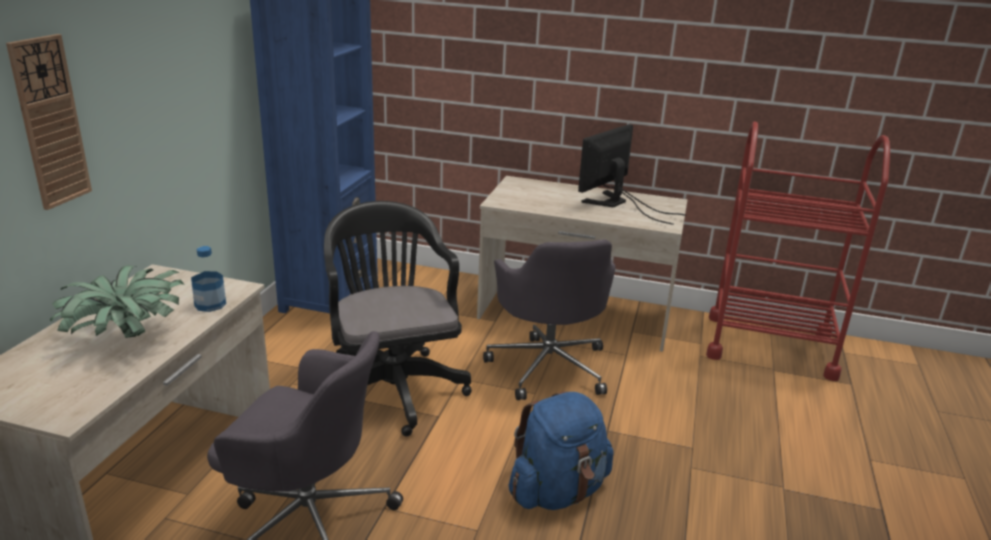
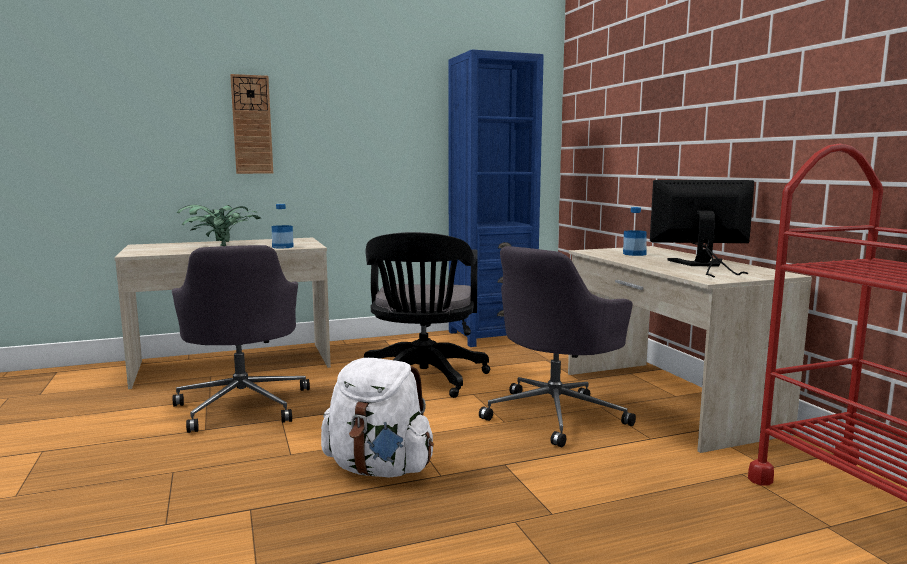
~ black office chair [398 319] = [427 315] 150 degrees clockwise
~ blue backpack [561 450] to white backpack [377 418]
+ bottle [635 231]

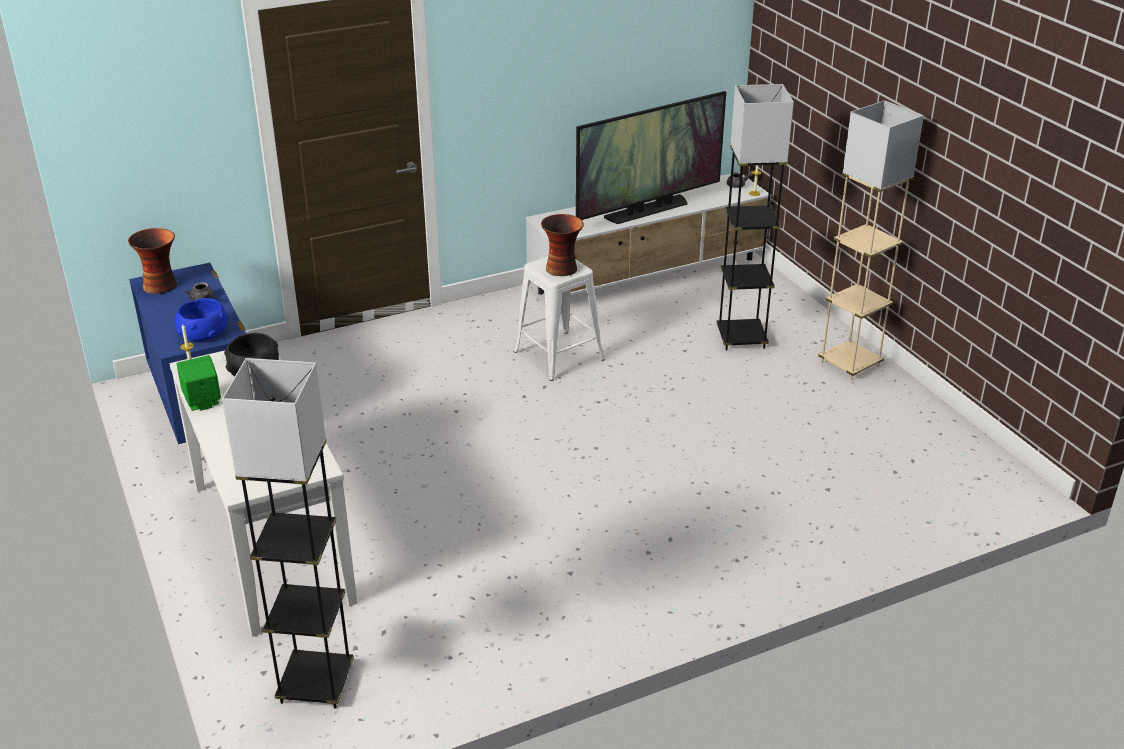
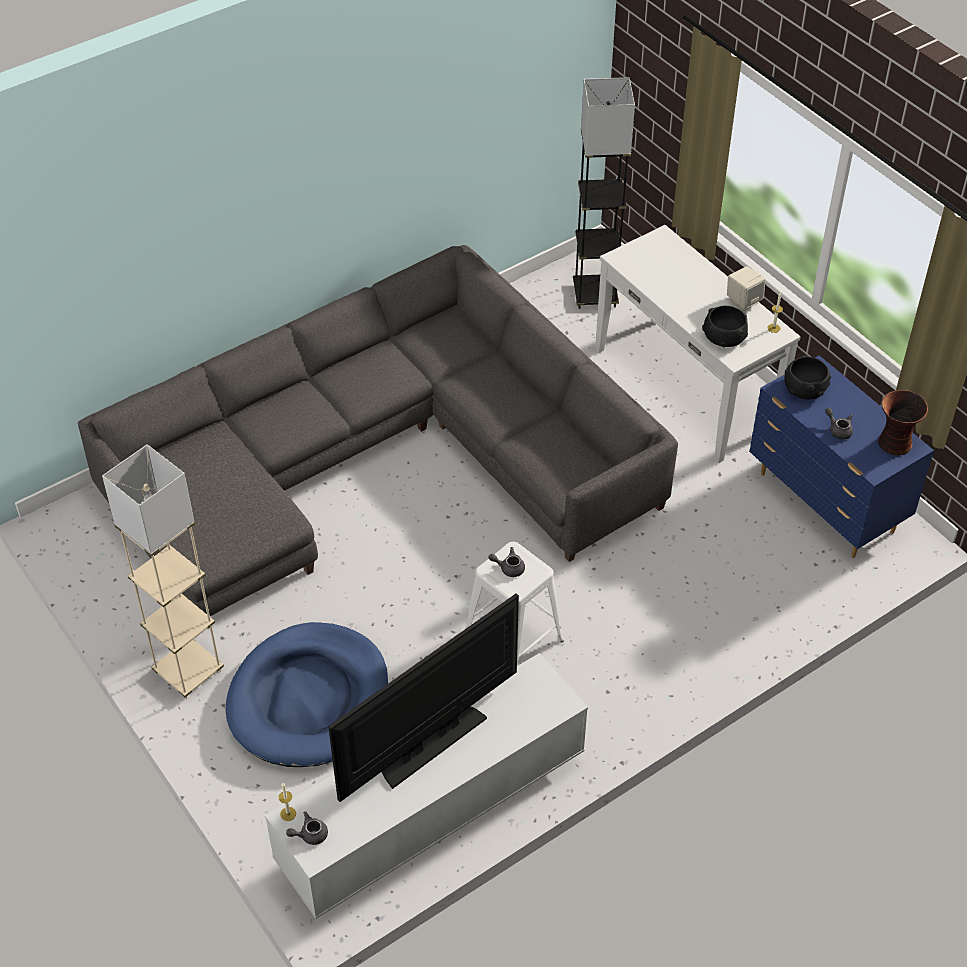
~ blue bowl [202 319] to black bowl [807 378]
~ green speaker [199 383] to beige speaker [746 289]
~ vase [562 245] to grey teapot [506 562]
~ grey floor lamp [755 217] to blue dog bed [307 694]
+ grey sofa [378 437]

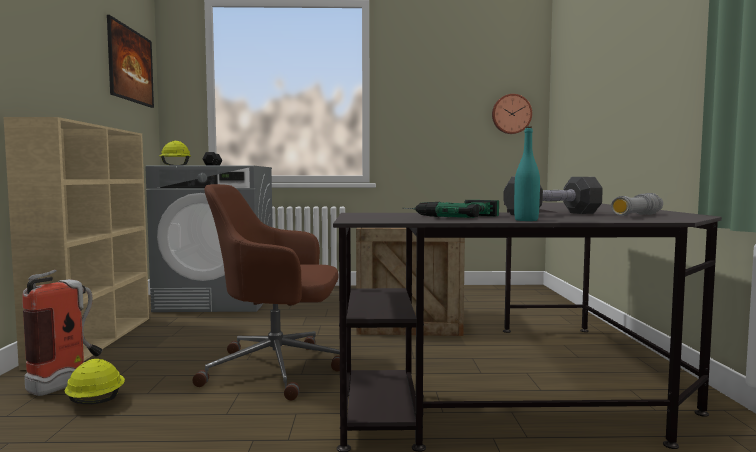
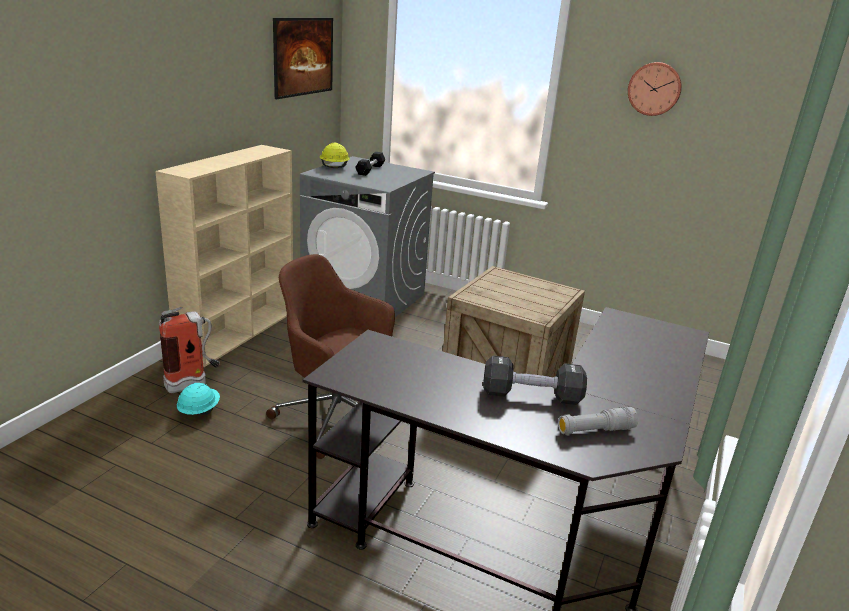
~ yellow hard hat [95 381] to turquoise hard hat [198 399]
- power drill [450 209]
~ wall clock [512 114] to [655 89]
- turquoise bottle [527 173]

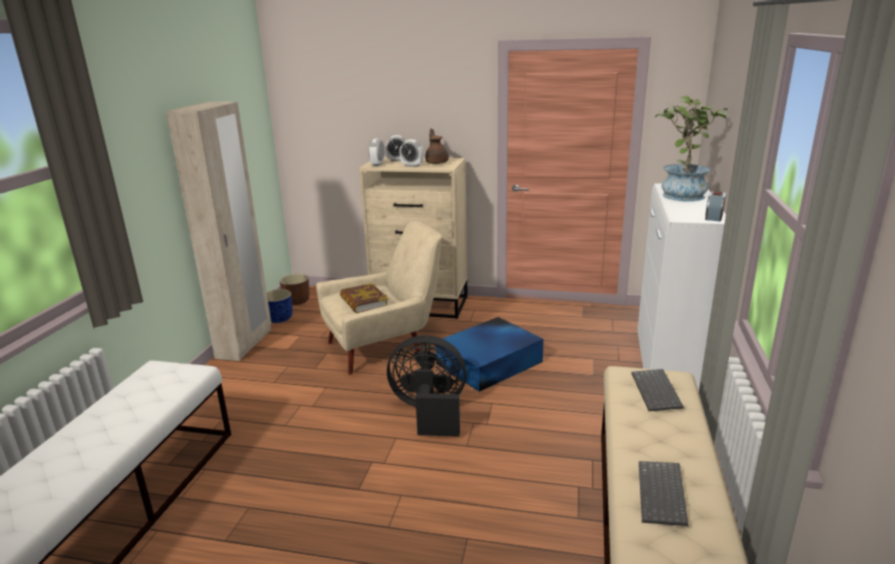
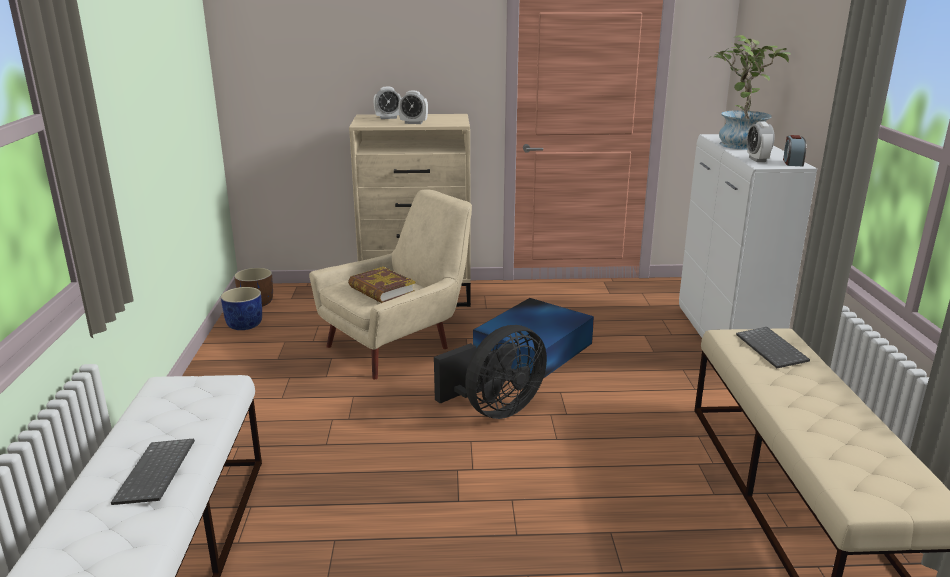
- beige wardrobe [218 231]
~ alarm clock [376 152] to [760 142]
~ black fan [426 386] = [490 372] 150 degrees clockwise
- brown teapot [437 146]
~ keyboard [663 493] to [153 472]

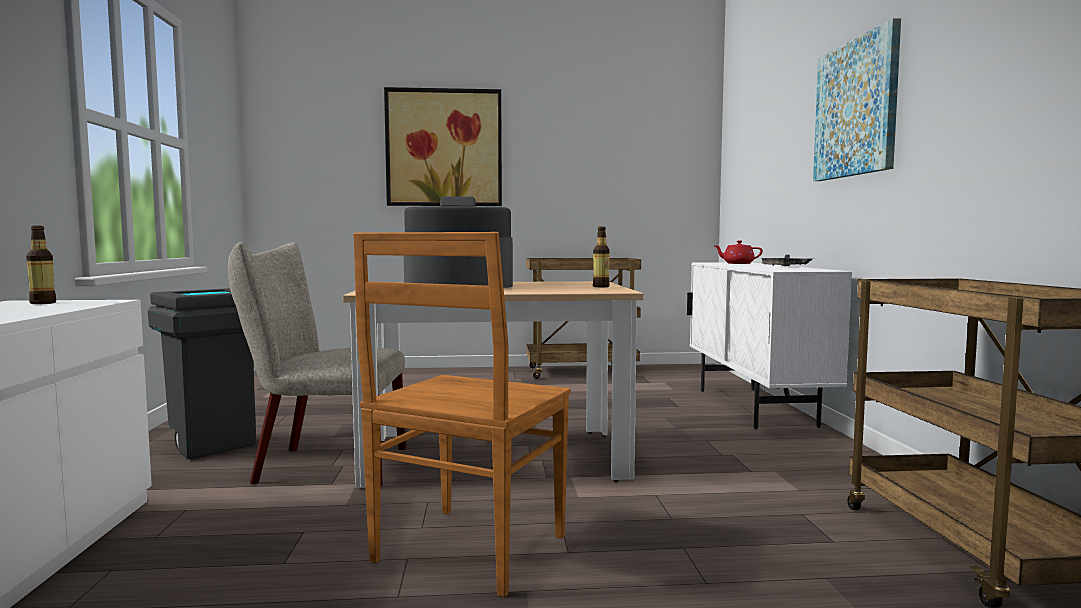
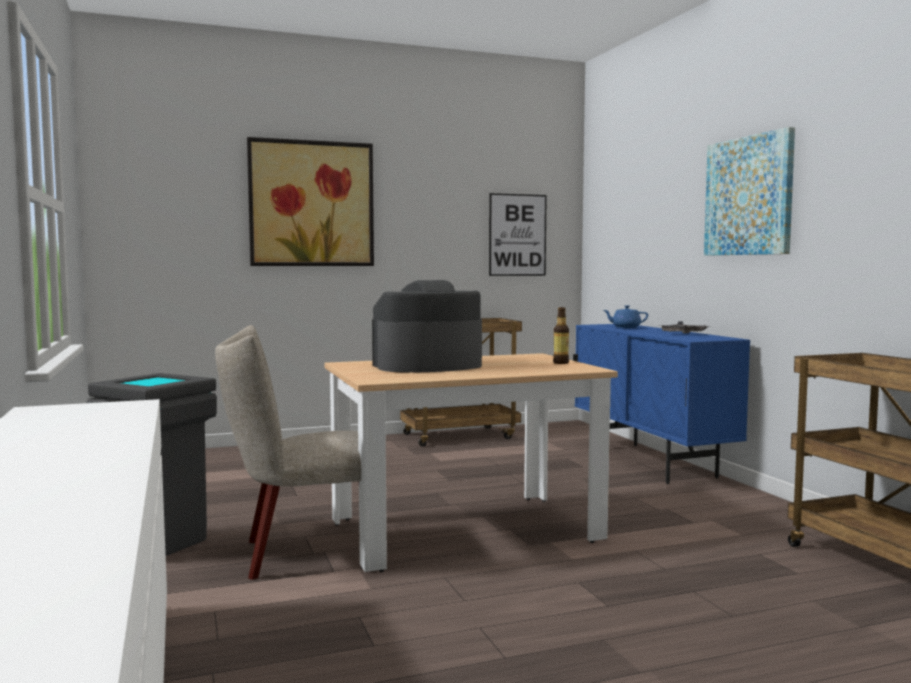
- bottle [41 265]
- brown chair [462 414]
~ white cabinet [769 345] to blue cabinet [661 404]
~ red teapot [738 252] to blue teapot [625 316]
+ picture [518 234]

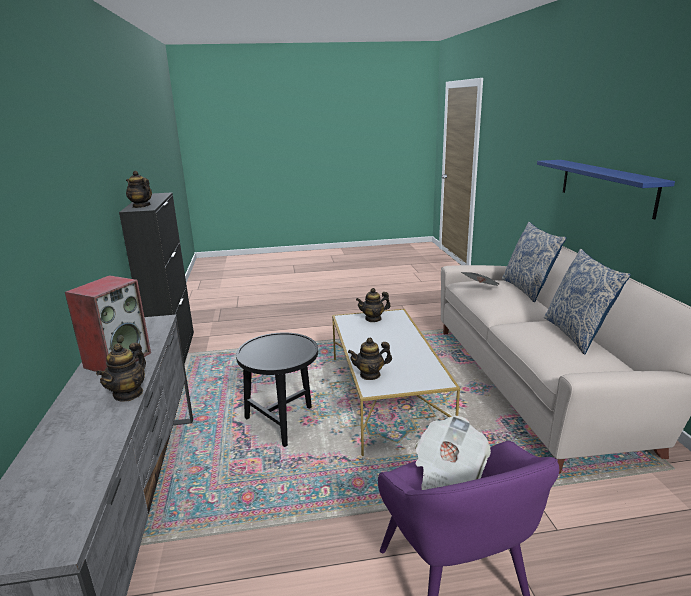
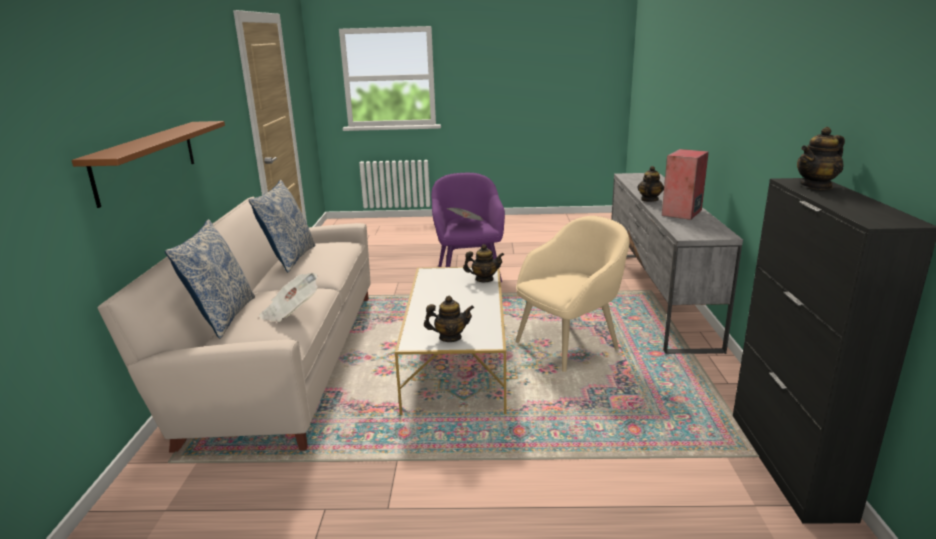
~ teapot [139 189] = [821 158] 105 degrees clockwise
~ black side table [277 390] to beige armchair [572 294]
~ blue shelf [606 189] to brown shelf [148 164]

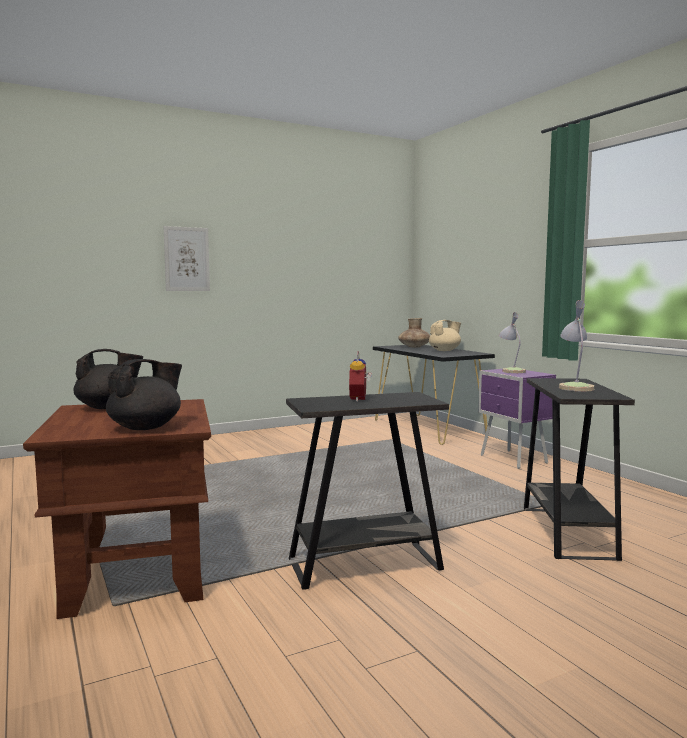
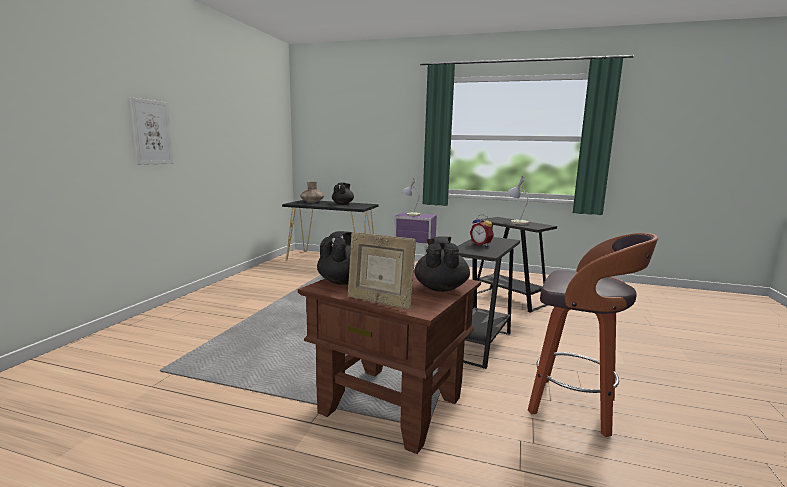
~ beige teapot [445 335] to black teapot [343 193]
+ picture frame [382 270]
+ stool [593 335]

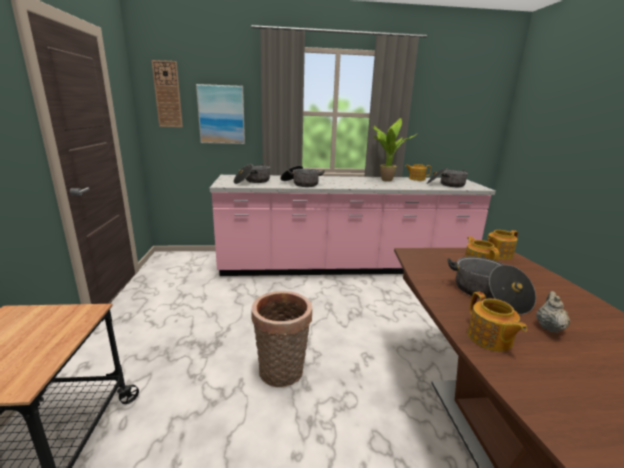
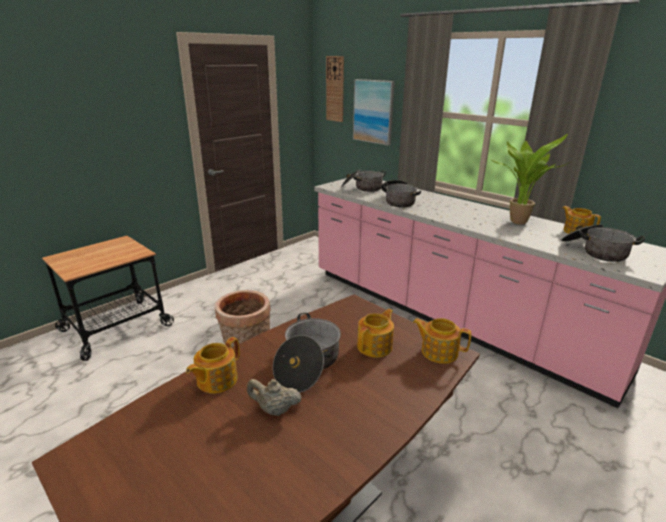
~ beige teapot [553 312] = [274 397] 150 degrees counterclockwise

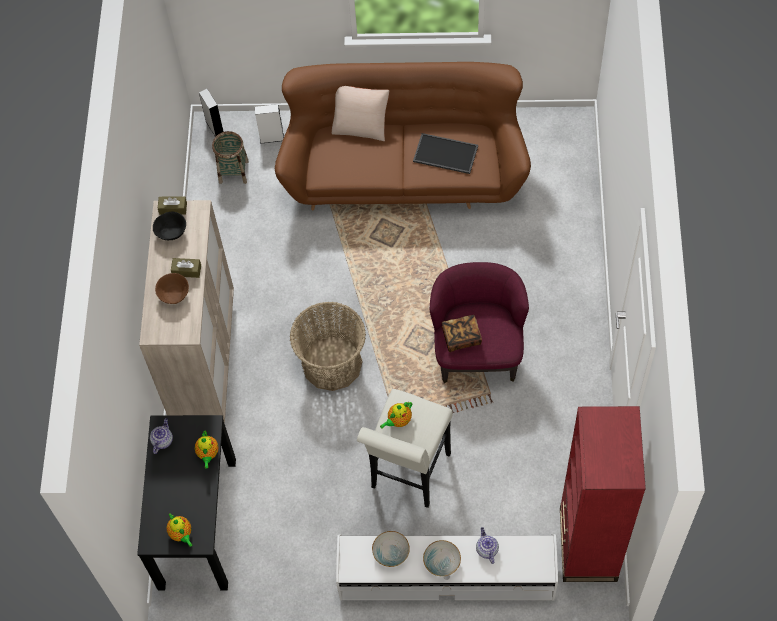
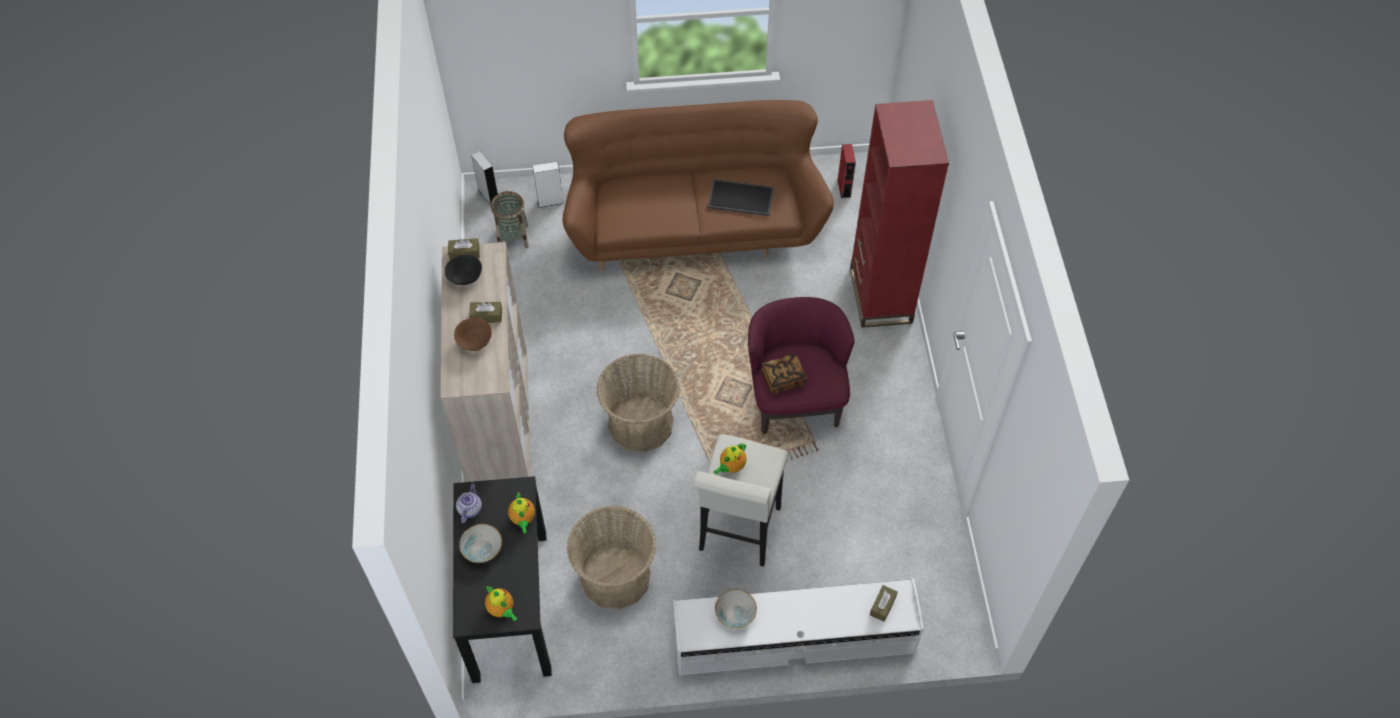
- beige pillow [360 113]
~ bowl [442 558] to [480 543]
- teapot [487 545]
~ red bookcase [603 494] to [899 214]
+ basket [611 558]
+ red speaker [846 171]
+ brown tissue box [884 603]

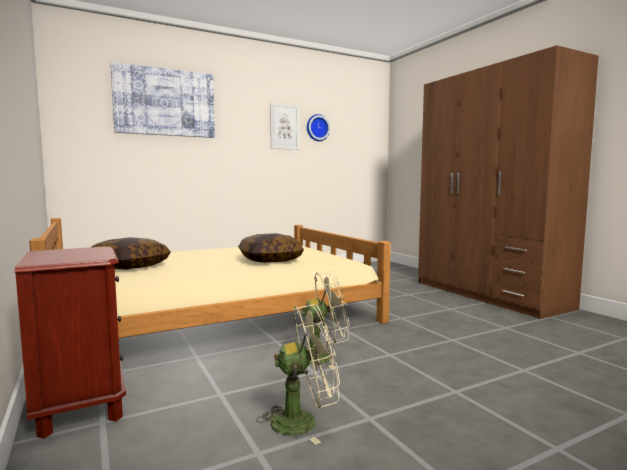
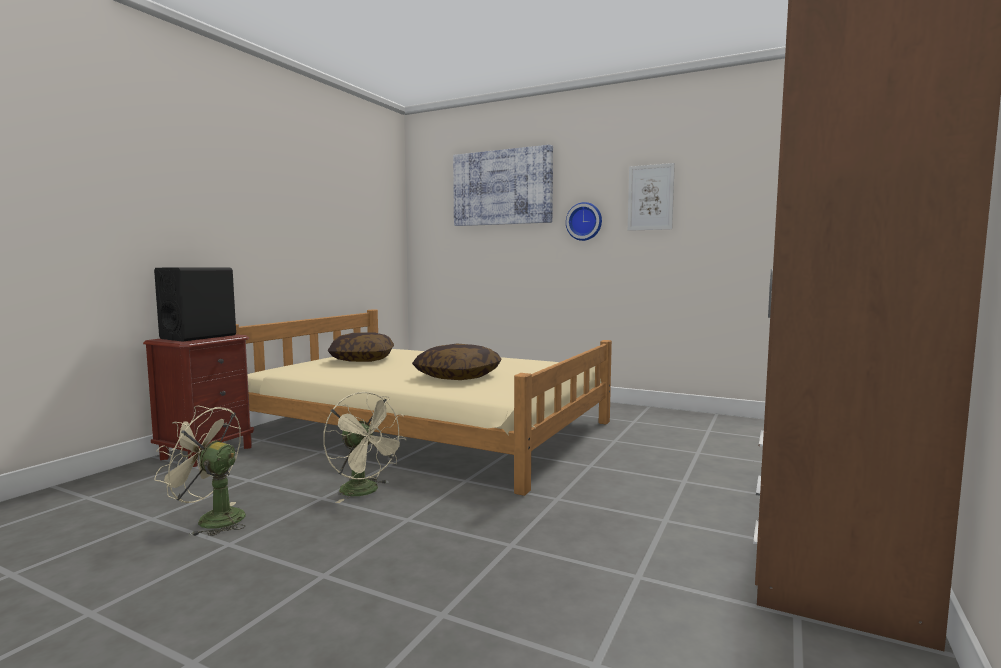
~ beige fan [298 374] = [200 471] 150 degrees clockwise
~ wall clock [318 127] to [584 221]
+ black speaker [195 304]

